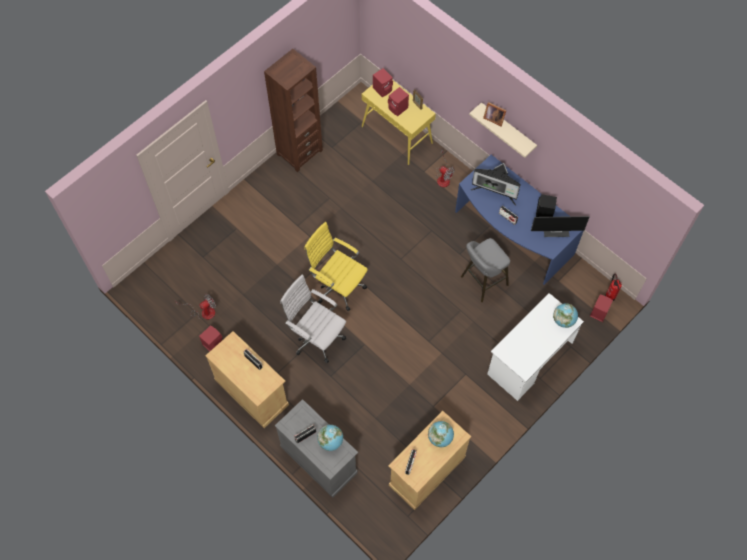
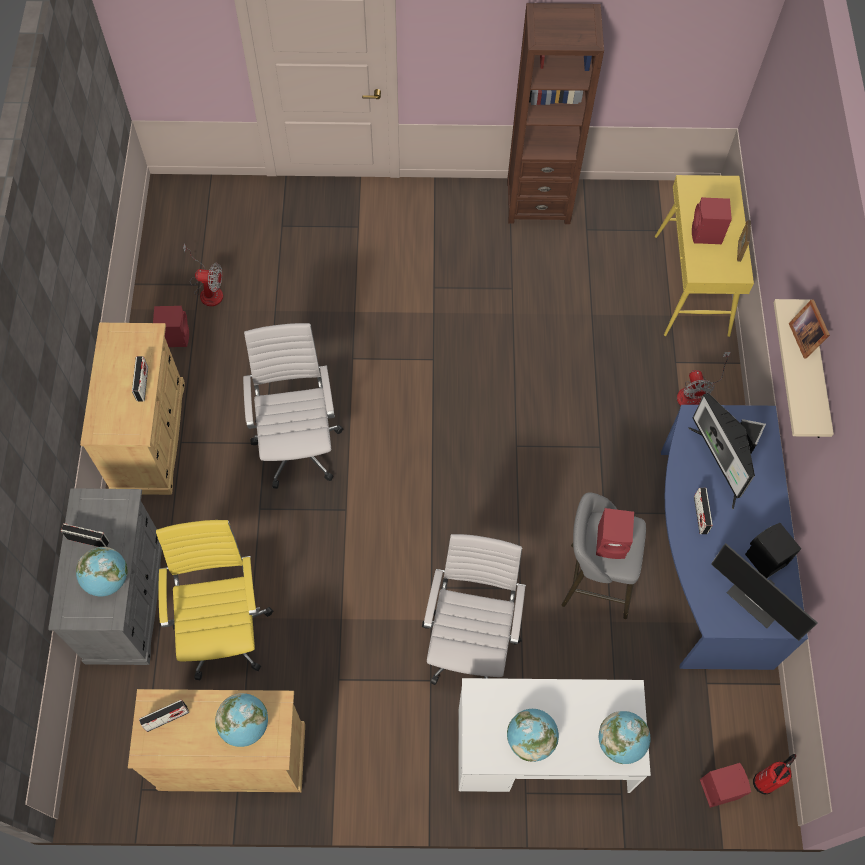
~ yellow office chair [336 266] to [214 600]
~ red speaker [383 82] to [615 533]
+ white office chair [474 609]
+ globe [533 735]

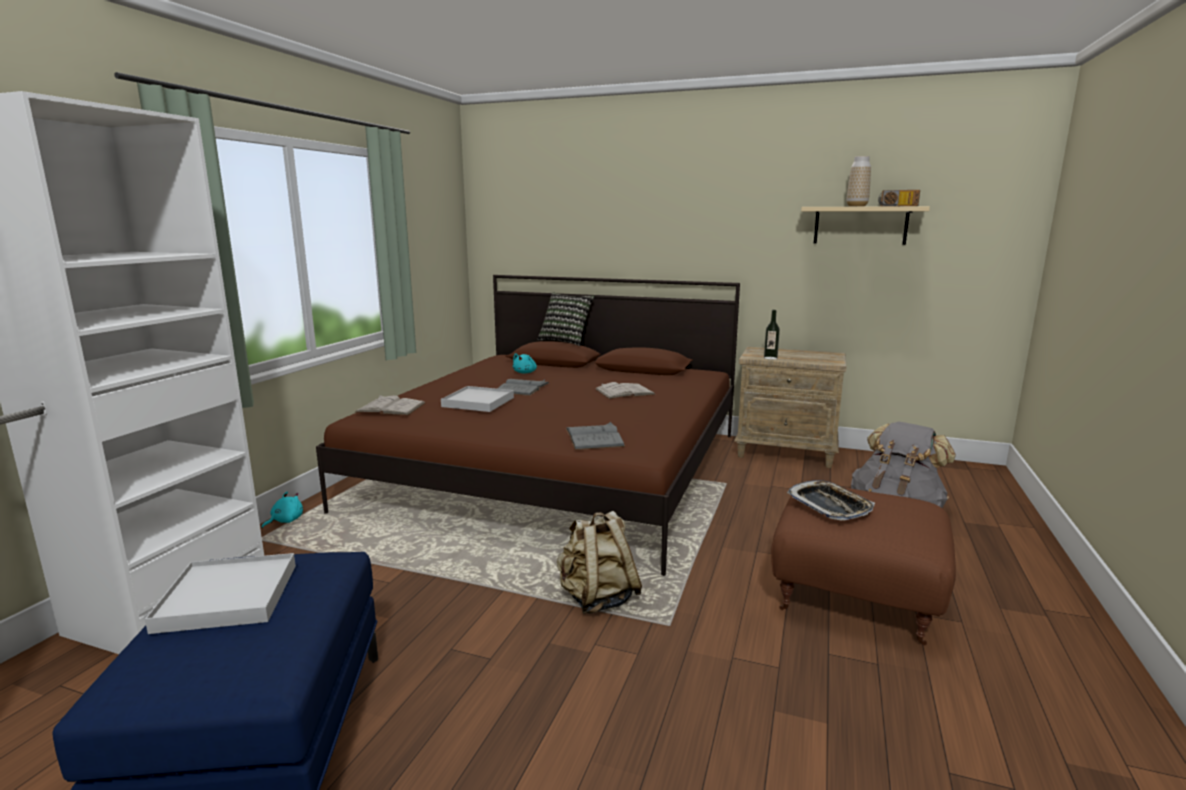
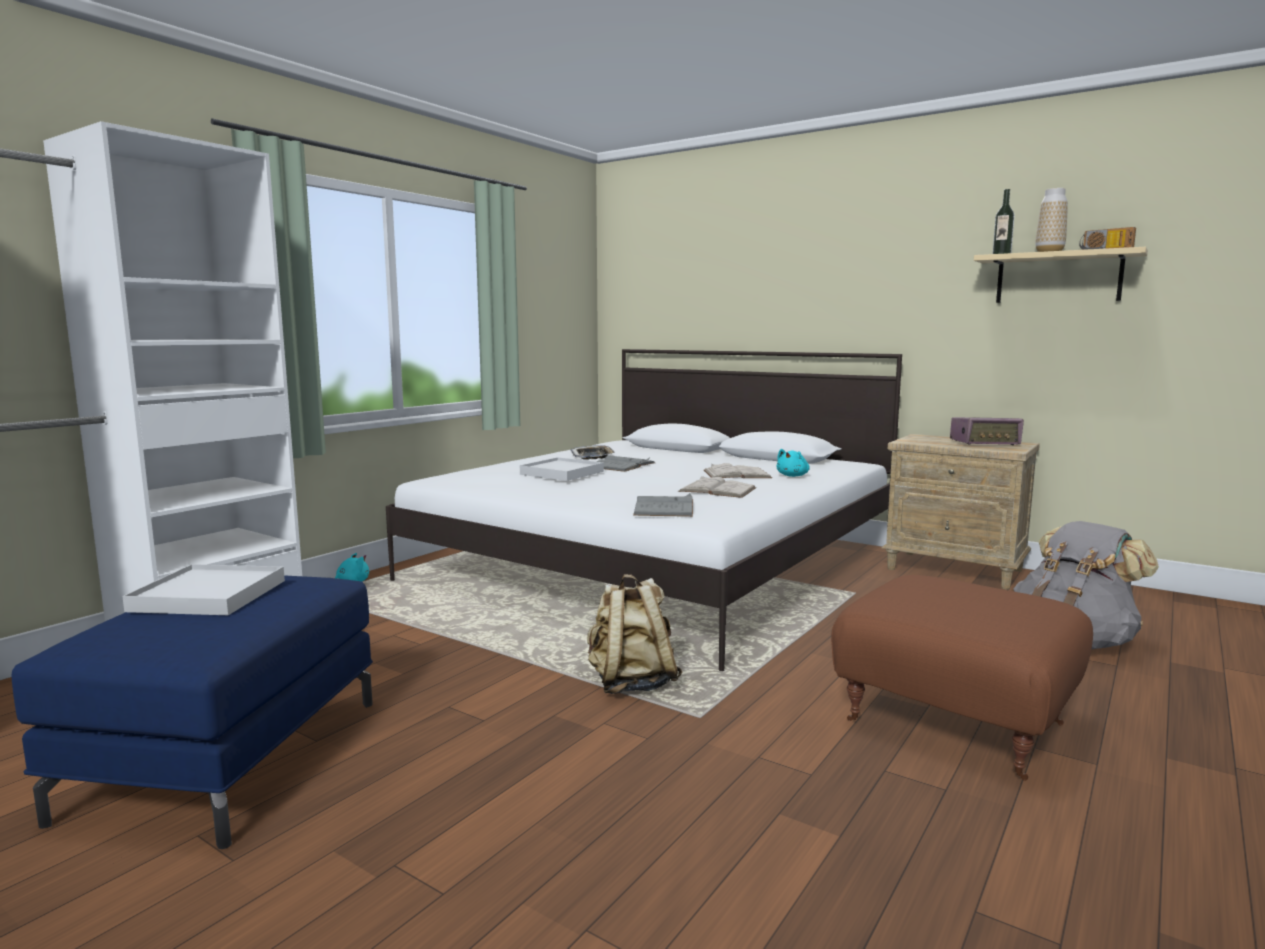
~ brown bed [528 425] to white bed [644 510]
~ white book [390 405] to [717 487]
~ turquoise plush toy [525 363] to [793 463]
- pillow [566 319]
~ bottle [772 335] to [1003 221]
~ tray [831 500] to [592 452]
+ radio [987 431]

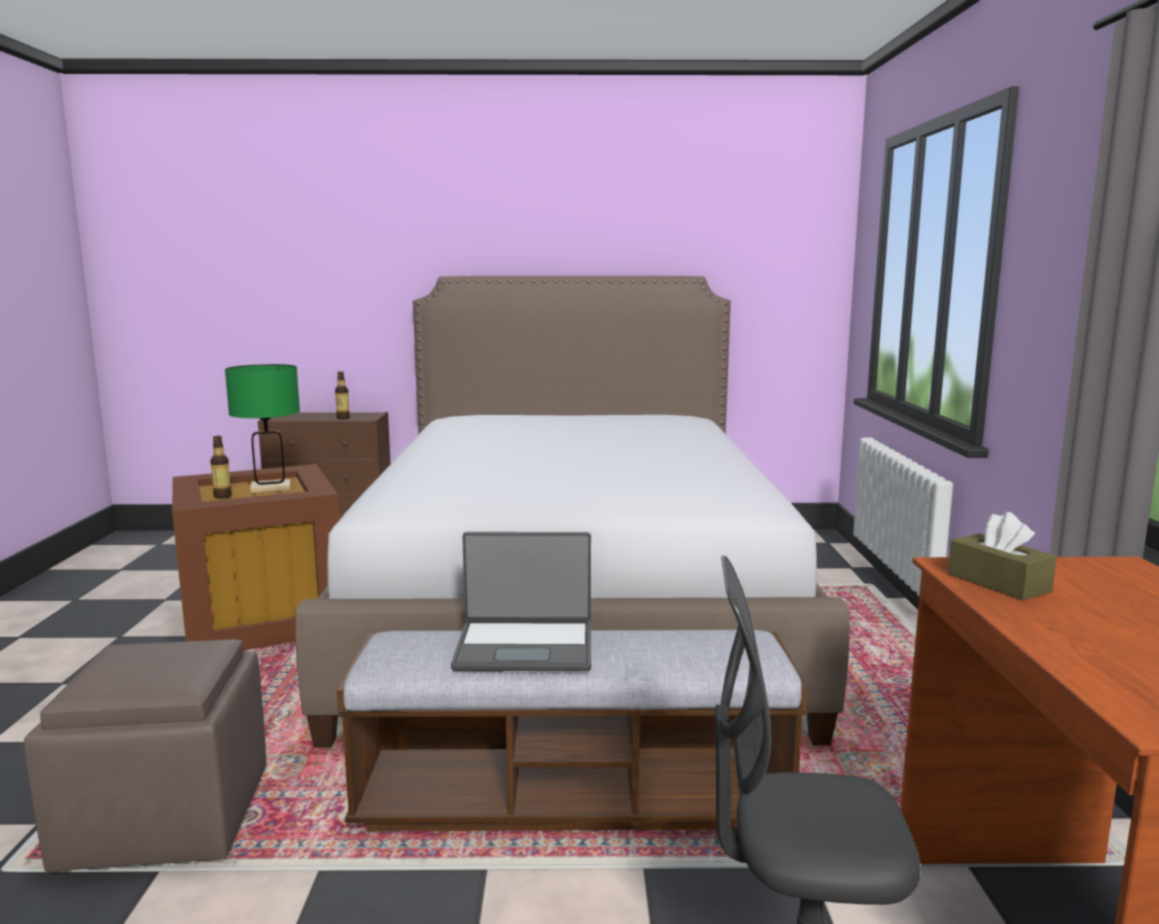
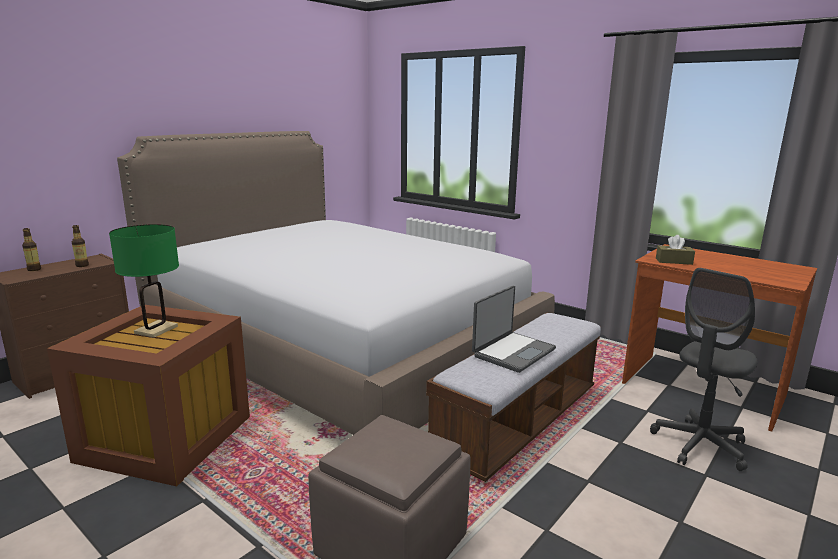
~ bottle [221 467] to [31 249]

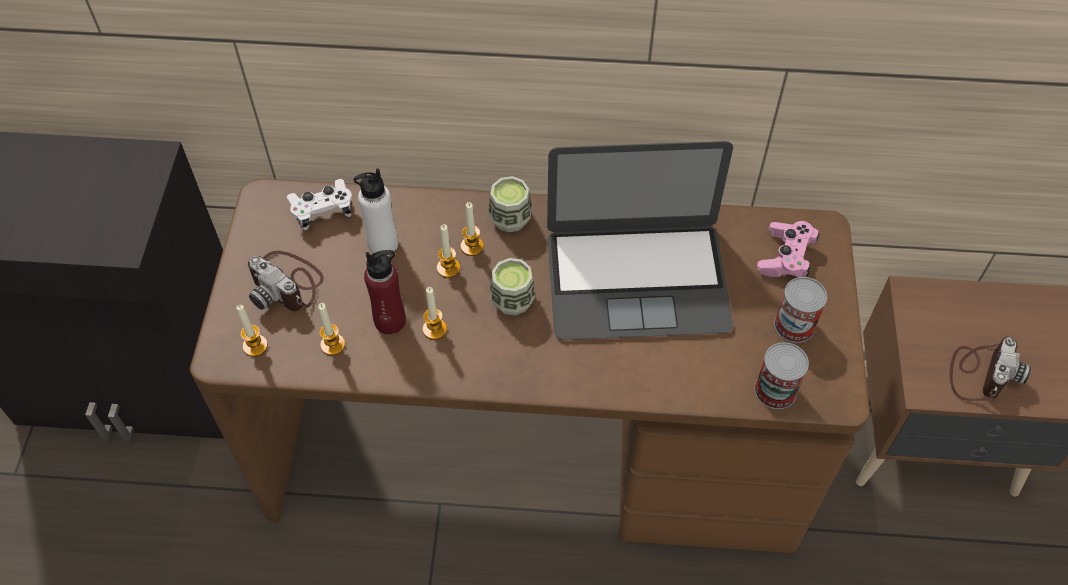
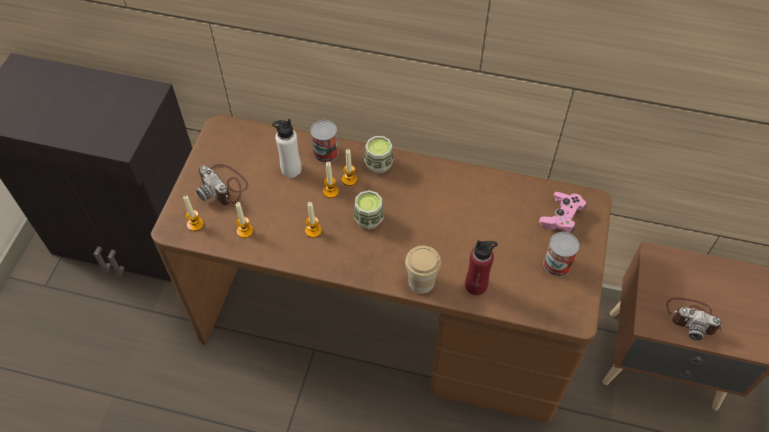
- white game controller [319 204]
~ red bottle [385 292] to [481 267]
- laptop [640 240]
~ can [782 375] to [324 141]
~ photo camera [990 369] = [694 319] 75 degrees clockwise
+ cup [423 270]

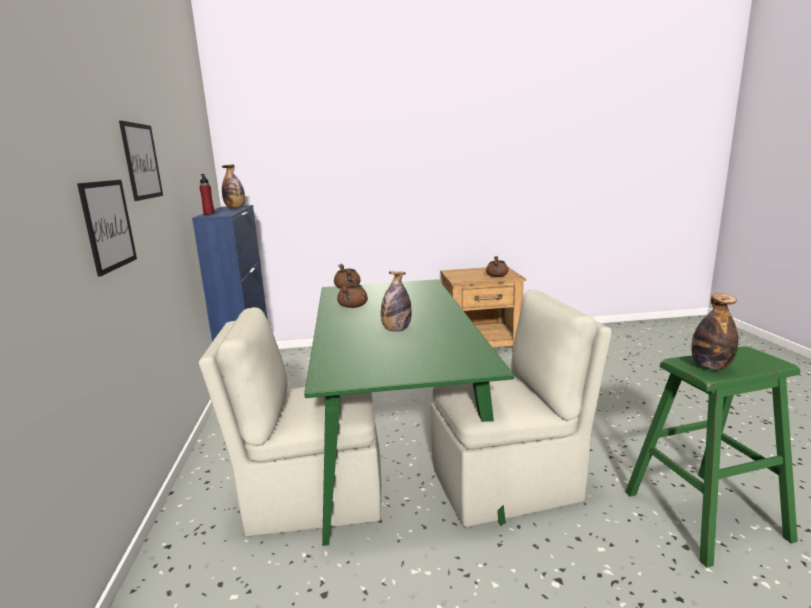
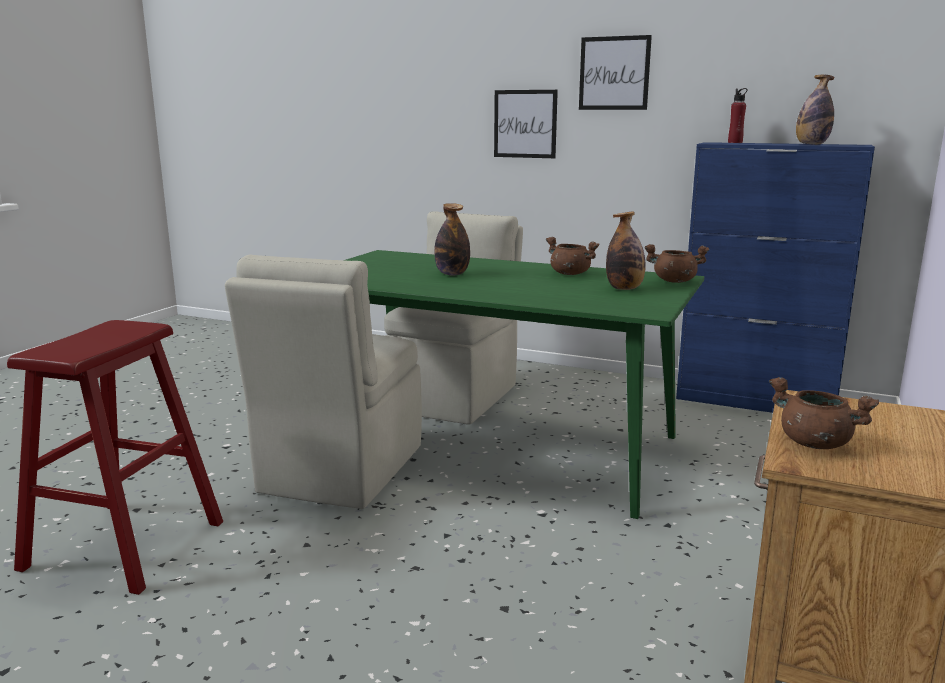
~ green stool [712 457] to red stool [115 457]
~ bottle [714 331] to [626 251]

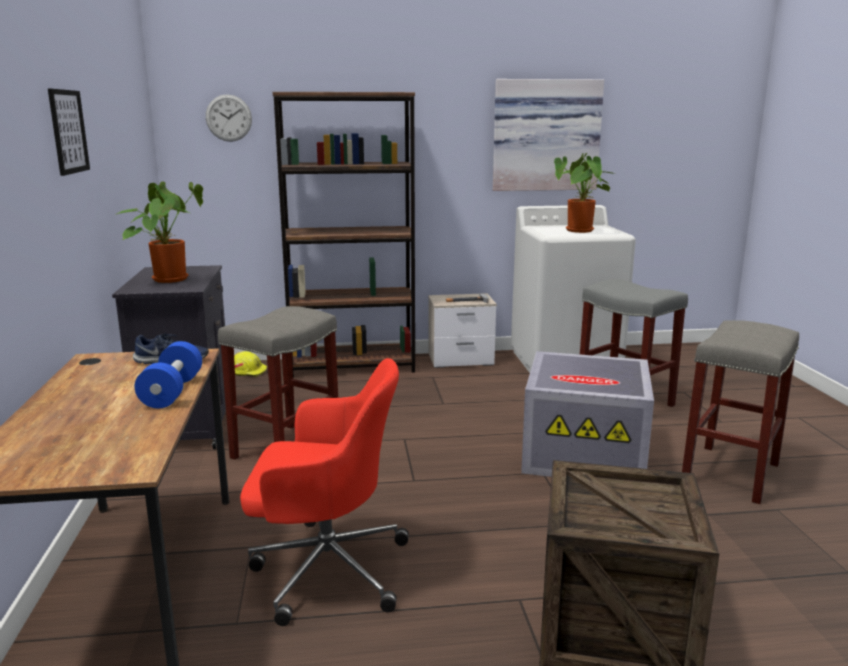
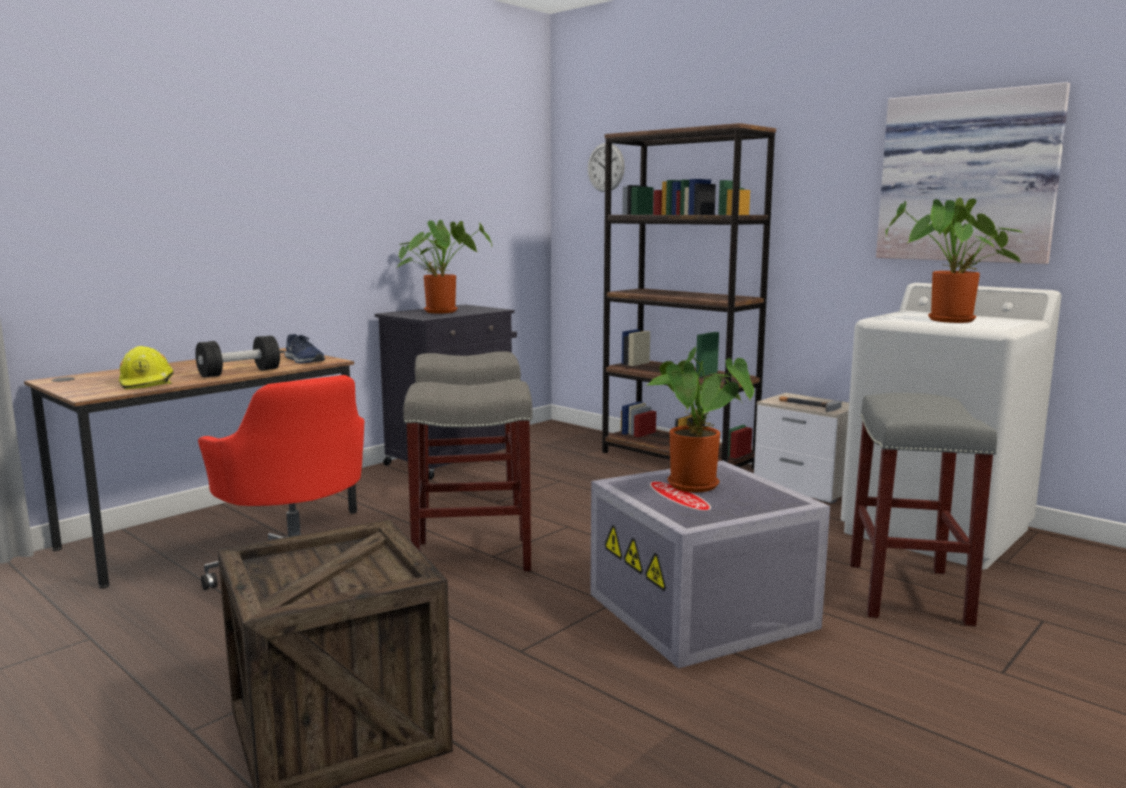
- picture [69 132]
~ blue dumbbell [168 375] to black dumbbell [237 357]
~ yellow hard hat [250 364] to [146 367]
~ grey stool [740 412] to [467 476]
+ potted plant [700 419]

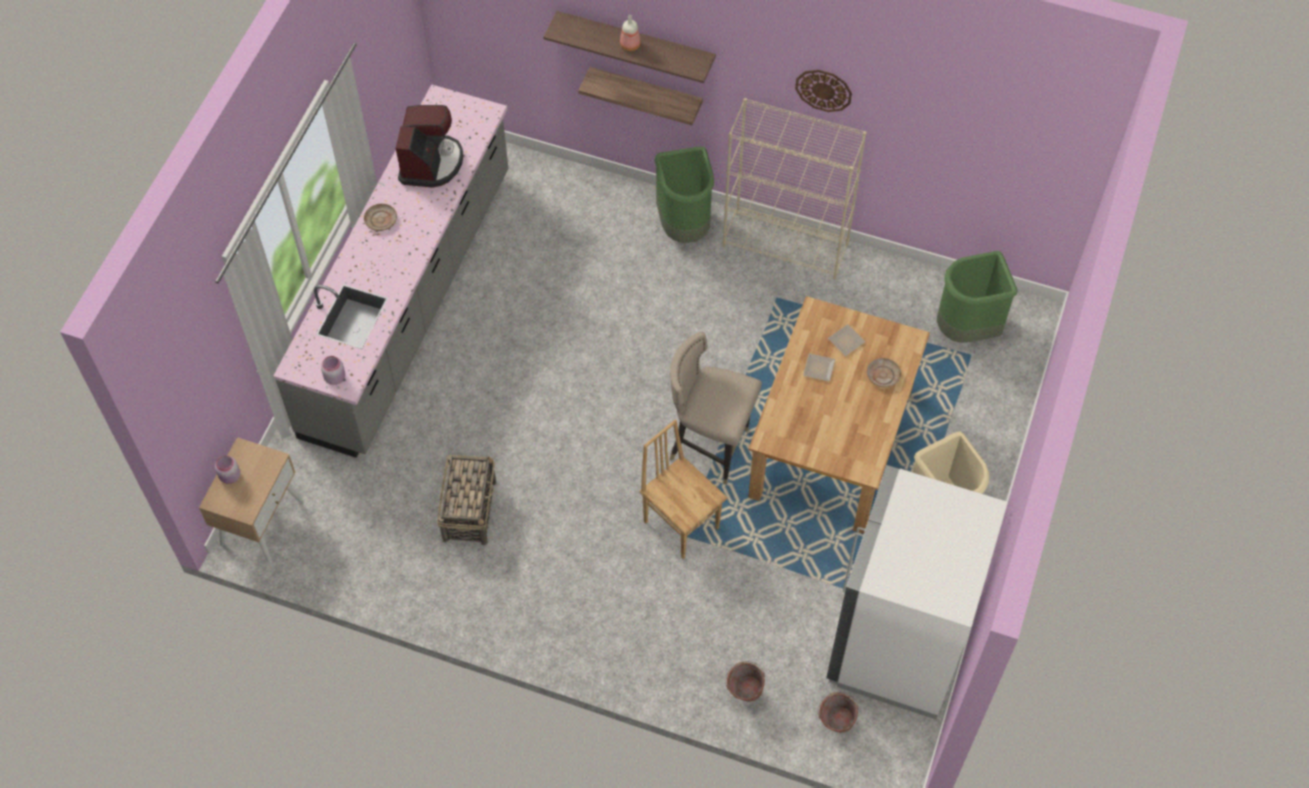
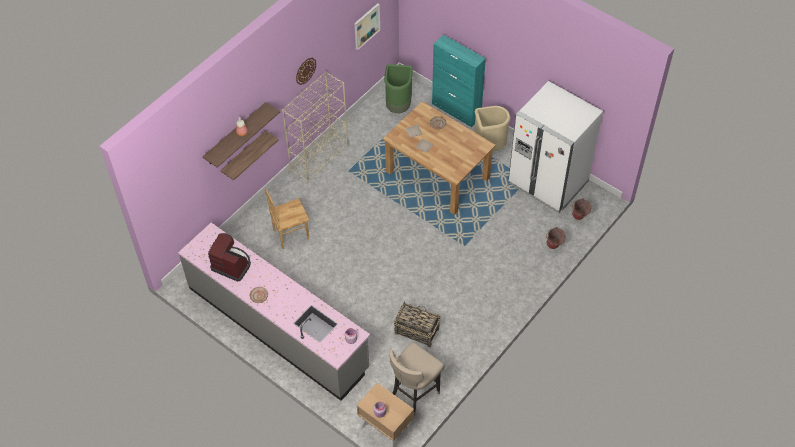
~ brown chair [684 489] to [287 218]
- green trash can [684 194]
~ beige stool [716 408] to [417 379]
+ picture [367 26]
+ turquoise cabinet [459 81]

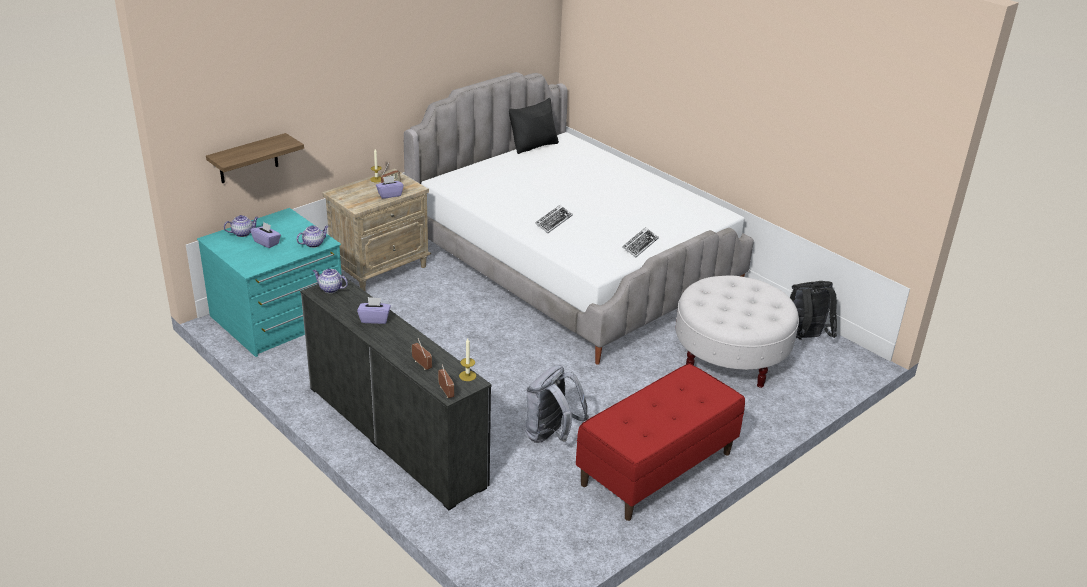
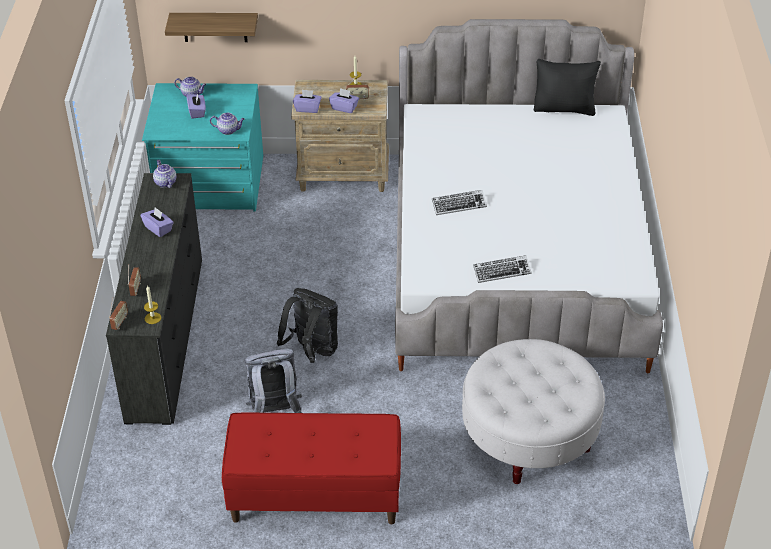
~ black backpack [813 310] to [307 325]
+ purple tissue box [307 101]

